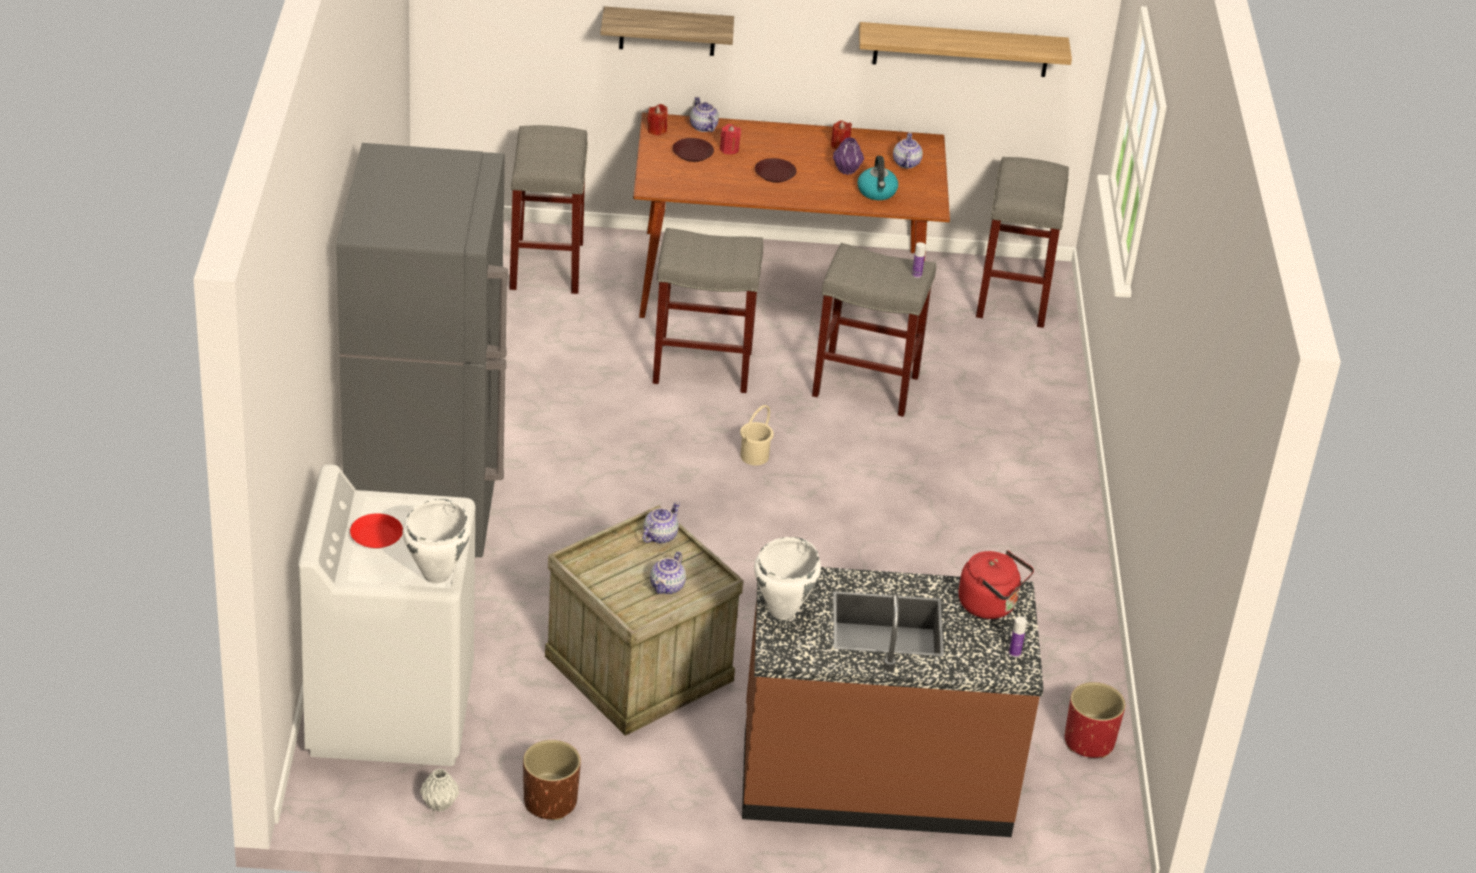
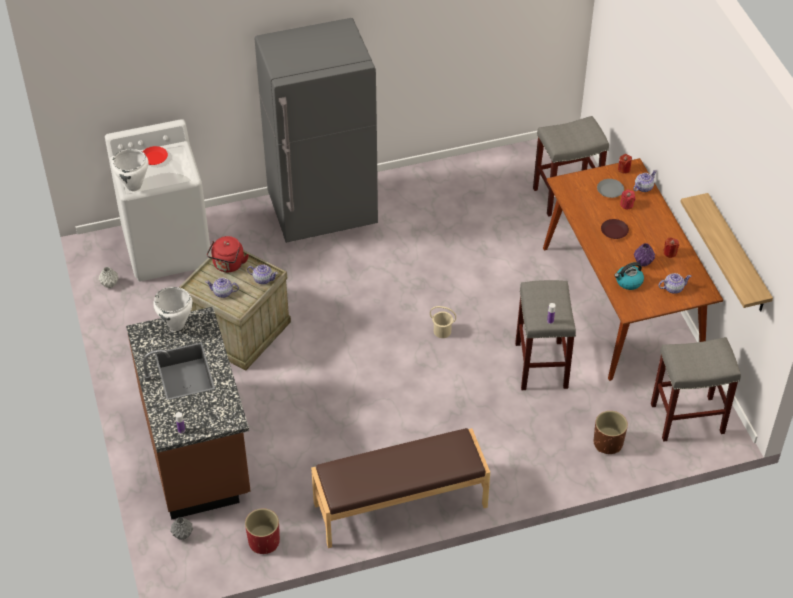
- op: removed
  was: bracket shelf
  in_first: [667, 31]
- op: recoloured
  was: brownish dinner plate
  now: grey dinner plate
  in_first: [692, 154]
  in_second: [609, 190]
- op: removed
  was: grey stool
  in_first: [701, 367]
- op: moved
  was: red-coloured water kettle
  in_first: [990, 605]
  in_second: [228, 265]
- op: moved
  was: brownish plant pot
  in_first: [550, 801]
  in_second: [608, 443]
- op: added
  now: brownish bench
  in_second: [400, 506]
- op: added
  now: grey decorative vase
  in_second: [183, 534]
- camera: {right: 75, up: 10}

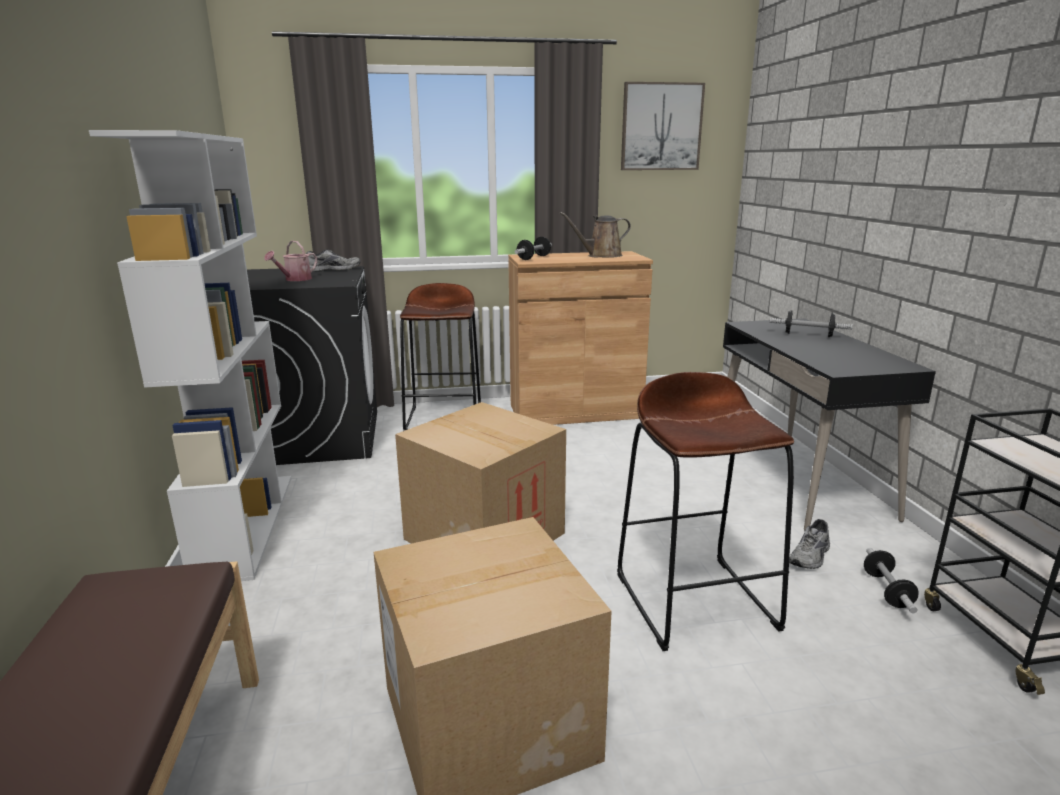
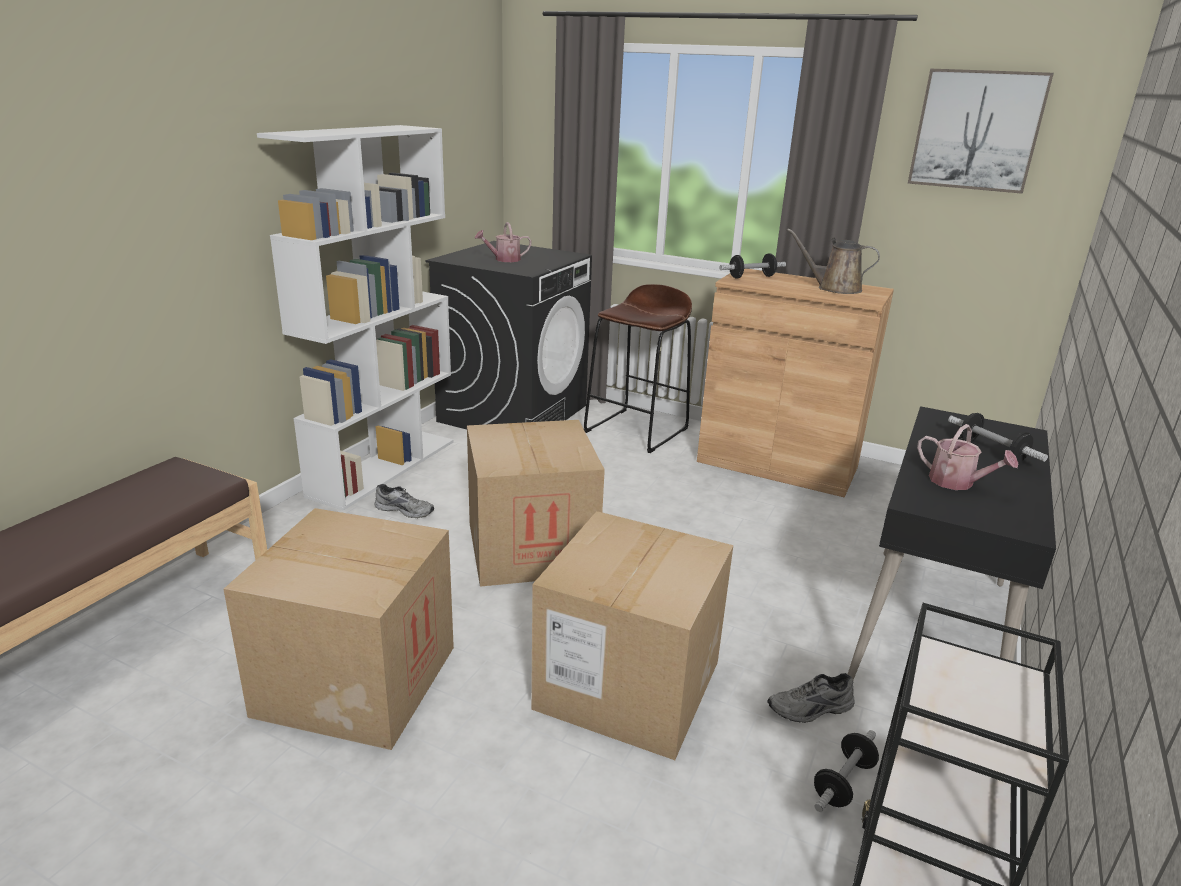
- op: moved
  was: grey low shoe
  in_first: [333, 269]
  in_second: [405, 509]
- op: replaced
  was: brownish stool
  now: packing box
  in_first: [695, 600]
  in_second: [628, 685]
- op: added
  now: watering can
  in_second: [957, 483]
- camera: {right: 35, up: 5}

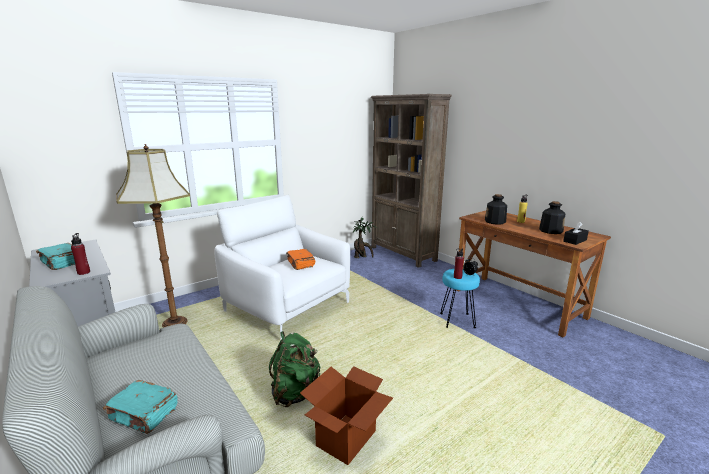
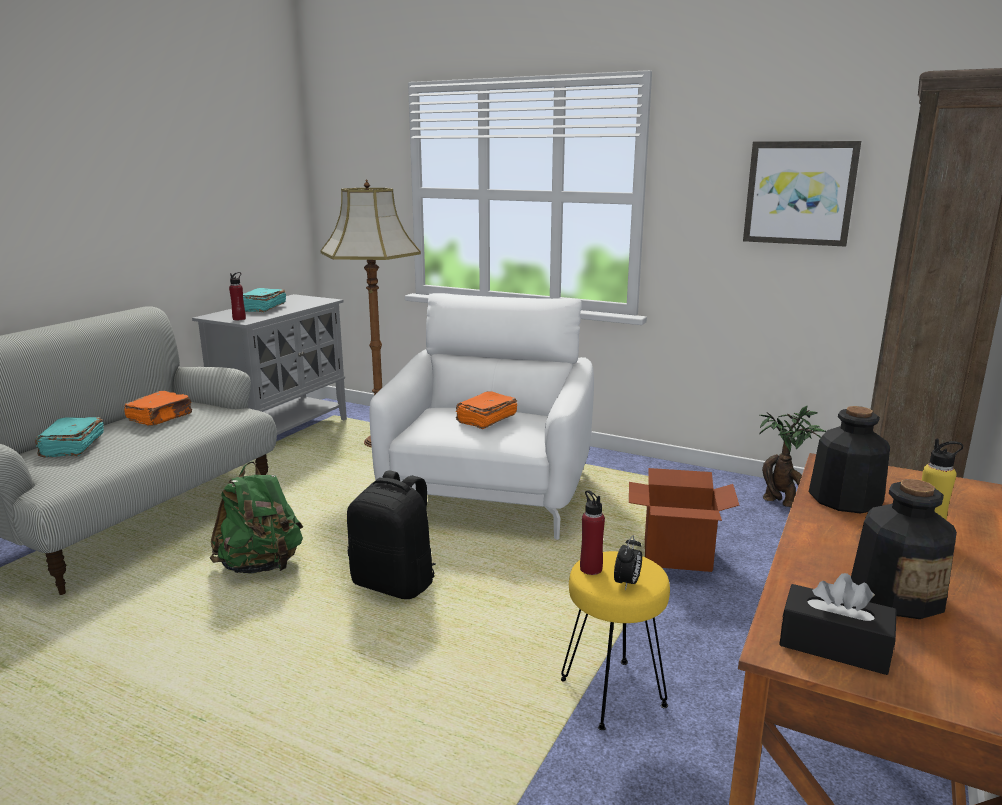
- op: recoloured
  was: turquoise stool
  now: yellowish stool
  in_first: [456, 320]
  in_second: [612, 692]
- op: moved
  was: packing box
  in_first: [346, 439]
  in_second: [676, 556]
- op: added
  now: picture
  in_second: [799, 193]
- op: added
  now: orange-coloured book
  in_second: [161, 418]
- op: added
  now: black rucksack
  in_second: [395, 583]
- camera: {right: 65, up: 0}

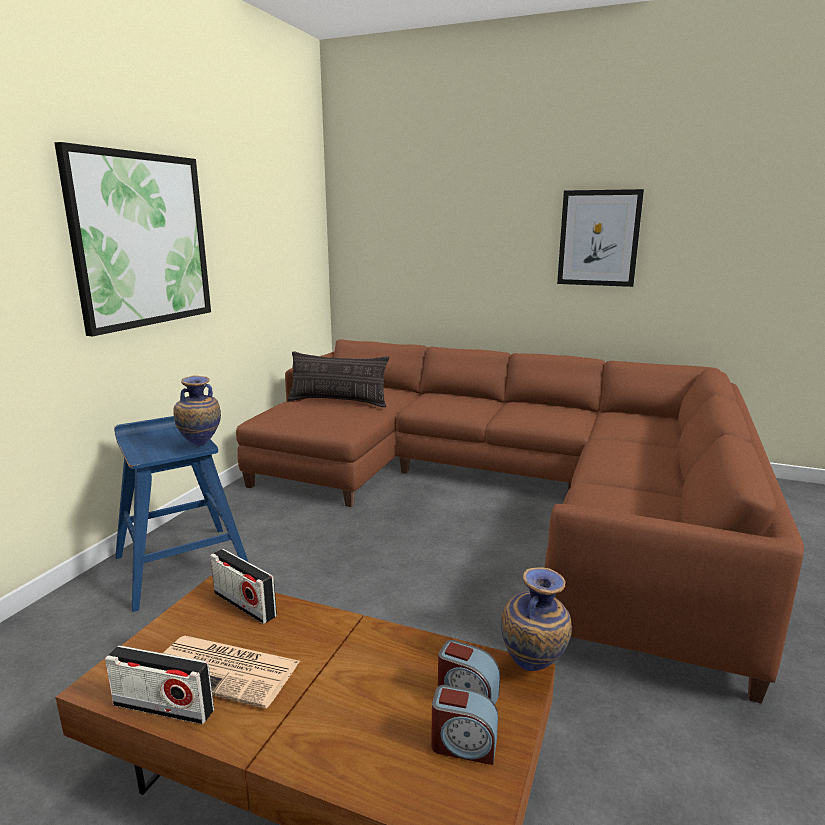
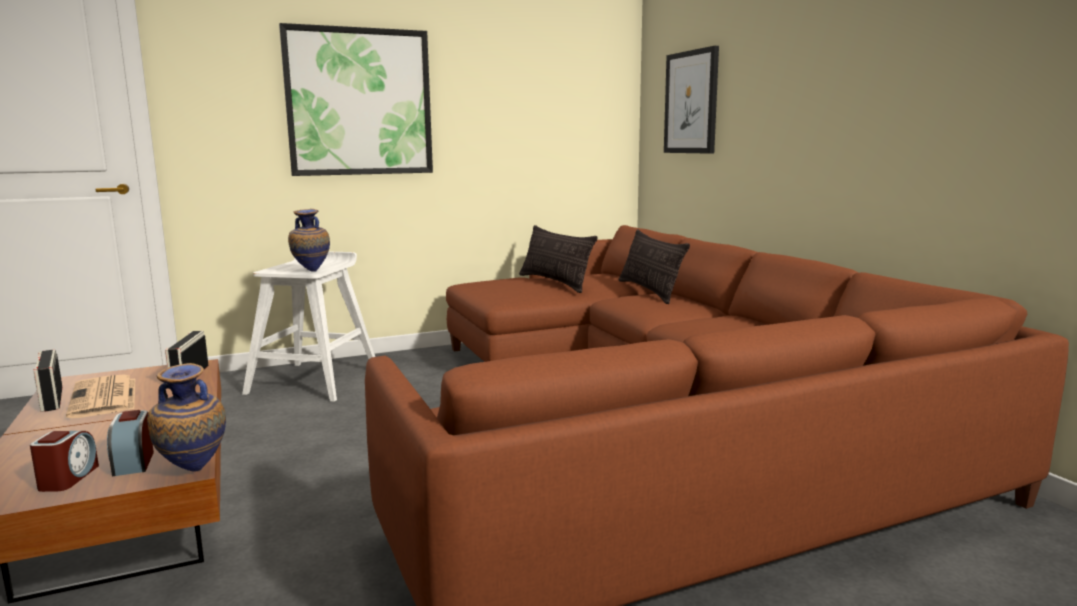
- op: moved
  was: picture
  in_first: [599, 238]
  in_second: [691, 102]
- op: recoloured
  was: bluish stool
  now: white stool
  in_first: [182, 565]
  in_second: [315, 381]
- op: turned
  was: bedside clock
  in_first: [463, 745]
  in_second: [68, 478]
  clockwise: -150
- op: added
  now: pillow
  in_second: [649, 291]
- camera: {right: 45, up: -5}

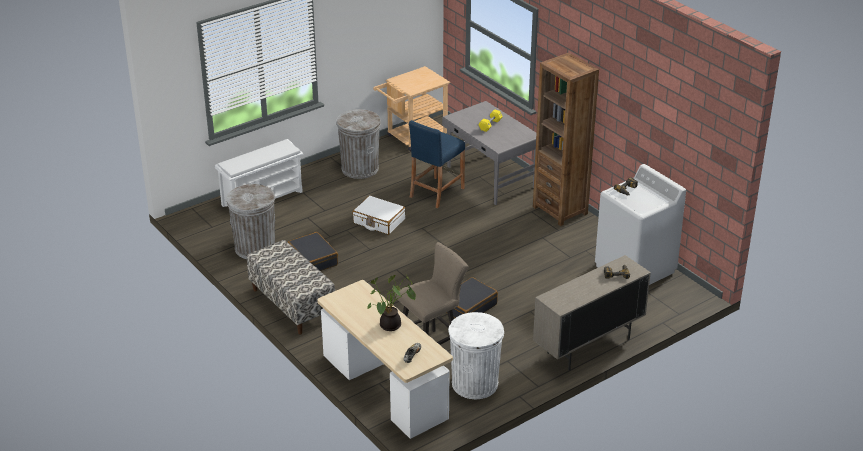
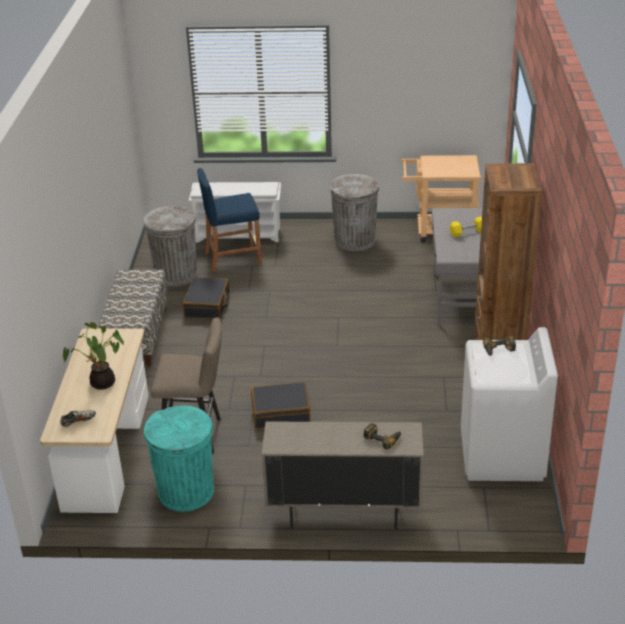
- op: moved
  was: bluish stool
  in_first: [436, 192]
  in_second: [232, 258]
- op: removed
  was: white piece of luggage
  in_first: [379, 221]
- op: recoloured
  was: white waste bin
  now: turquoise waste bin
  in_first: [475, 384]
  in_second: [186, 491]
- camera: {right: 40, up: 0}

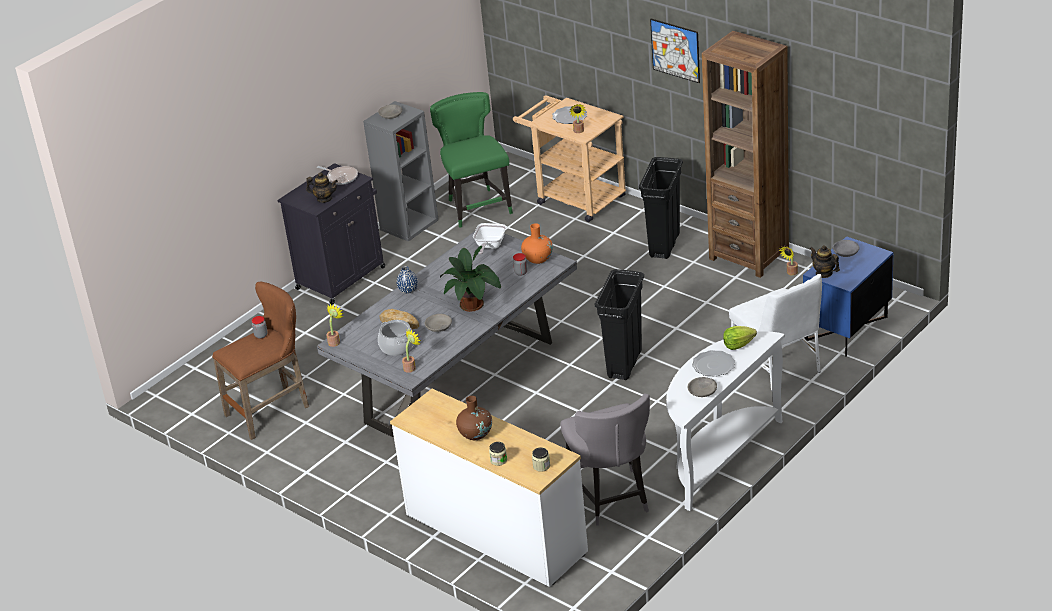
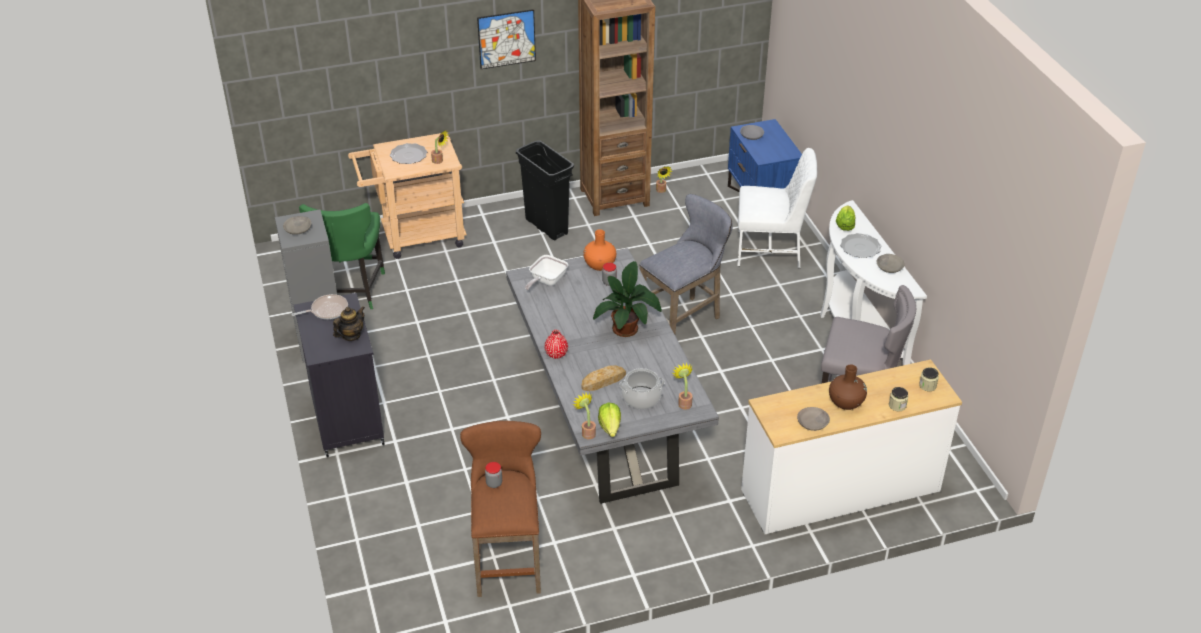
- op: turned
  was: greenish plain chair
  in_first: [477, 207]
  in_second: [351, 292]
  clockwise: -105
- op: turned
  was: frying pan
  in_first: [489, 246]
  in_second: [546, 281]
  clockwise: 75
- op: removed
  was: pot for tea
  in_first: [824, 273]
- op: recoloured
  was: bluish decorative vase
  now: red-coloured decorative vase
  in_first: [408, 290]
  in_second: [556, 354]
- op: replaced
  was: black waste bin
  now: grey stool
  in_first: [624, 364]
  in_second: [684, 319]
- op: moved
  was: grey bowl
  in_first: [439, 327]
  in_second: [813, 423]
- op: added
  now: lettuce head
  in_second: [610, 427]
- camera: {right: -60, up: 5}

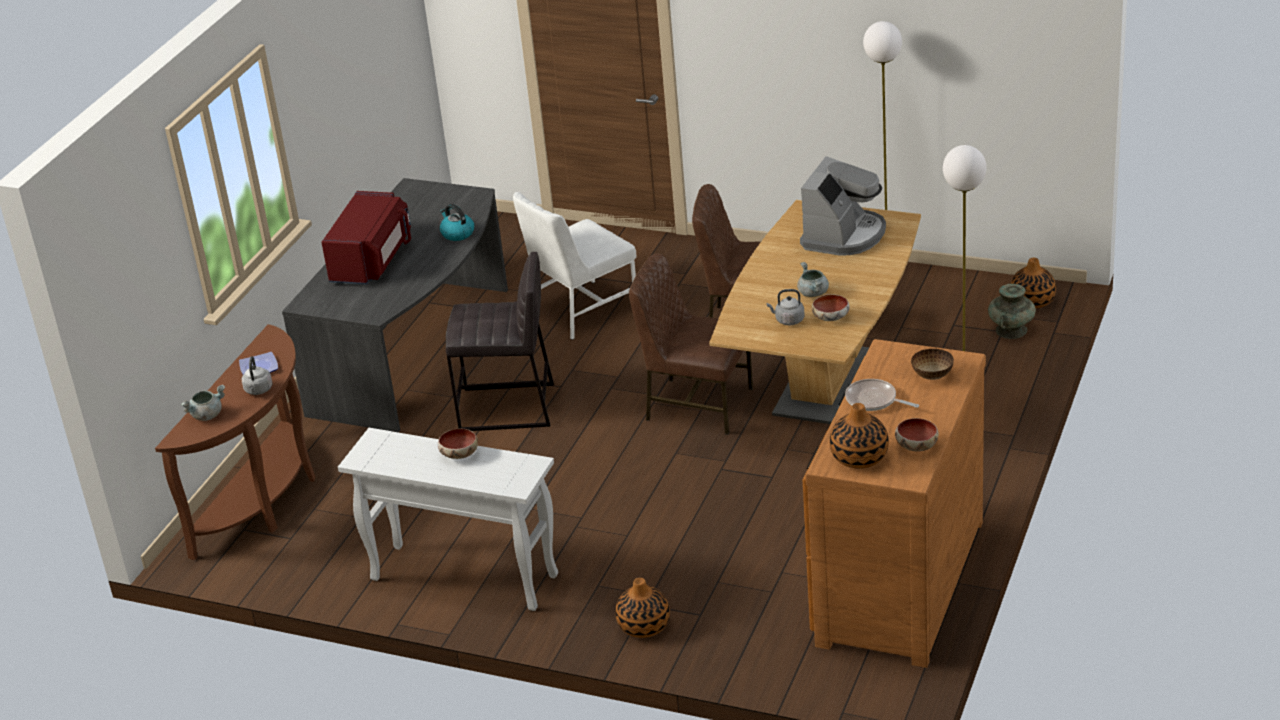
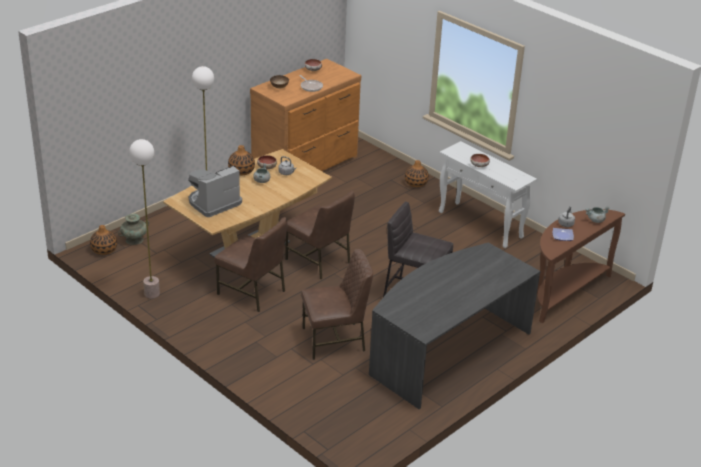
- op: removed
  was: red-coloured microwave
  in_first: [373, 260]
- op: recoloured
  was: white plain chair
  now: brownish plain chair
  in_first: [582, 311]
  in_second: [335, 340]
- op: removed
  was: water kettle
  in_first: [457, 233]
- op: moved
  was: decorative vase
  in_first: [859, 457]
  in_second: [241, 171]
- camera: {right: -160, up: 0}

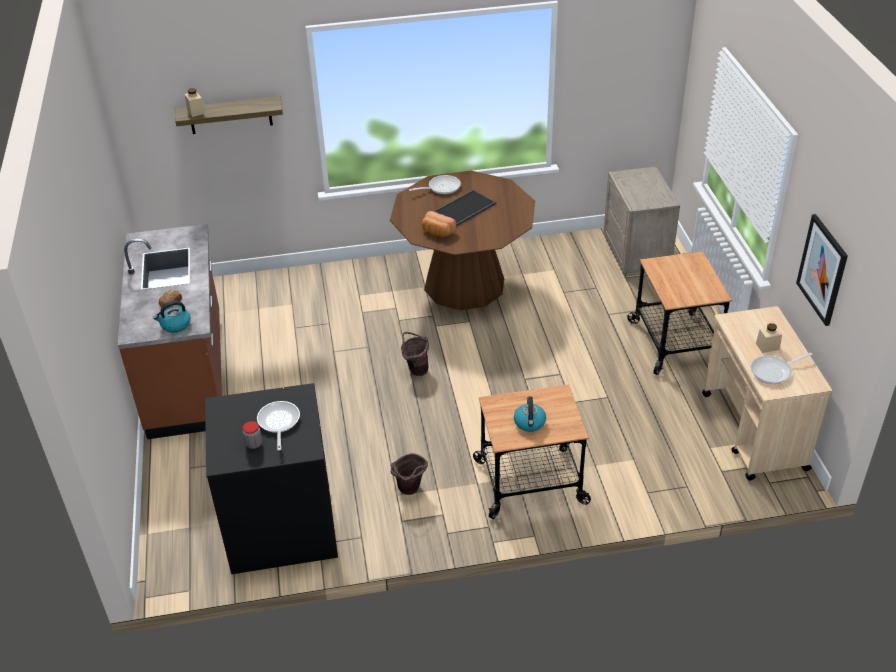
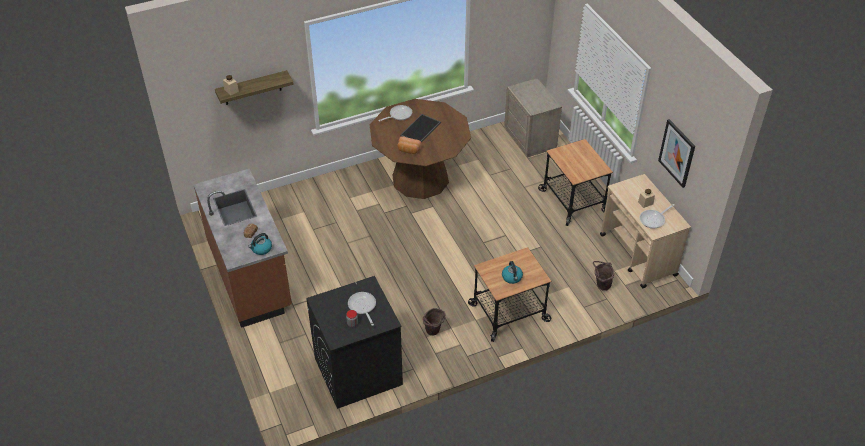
- op: moved
  was: brownish pail
  in_first: [416, 369]
  in_second: [601, 285]
- camera: {right: -15, up: 5}

